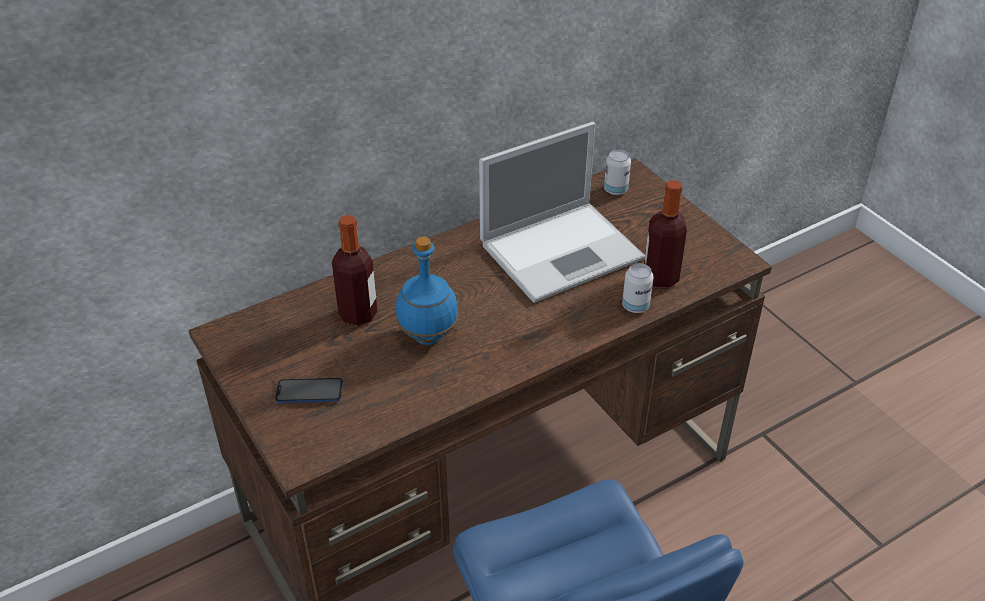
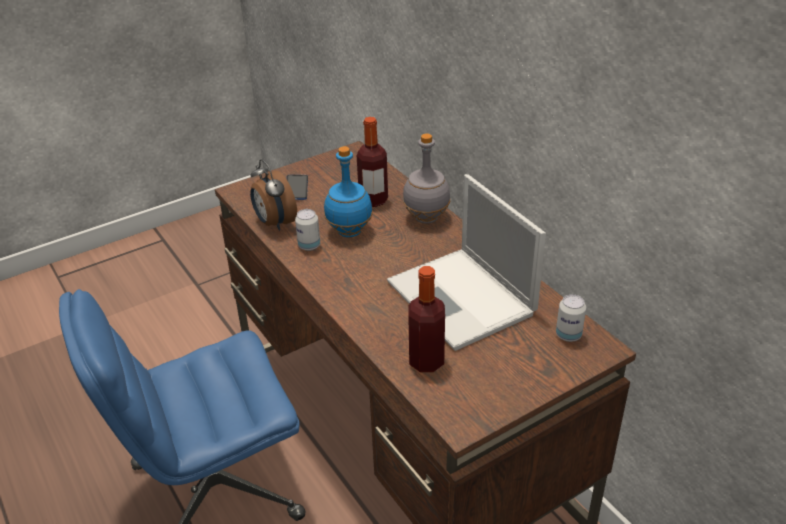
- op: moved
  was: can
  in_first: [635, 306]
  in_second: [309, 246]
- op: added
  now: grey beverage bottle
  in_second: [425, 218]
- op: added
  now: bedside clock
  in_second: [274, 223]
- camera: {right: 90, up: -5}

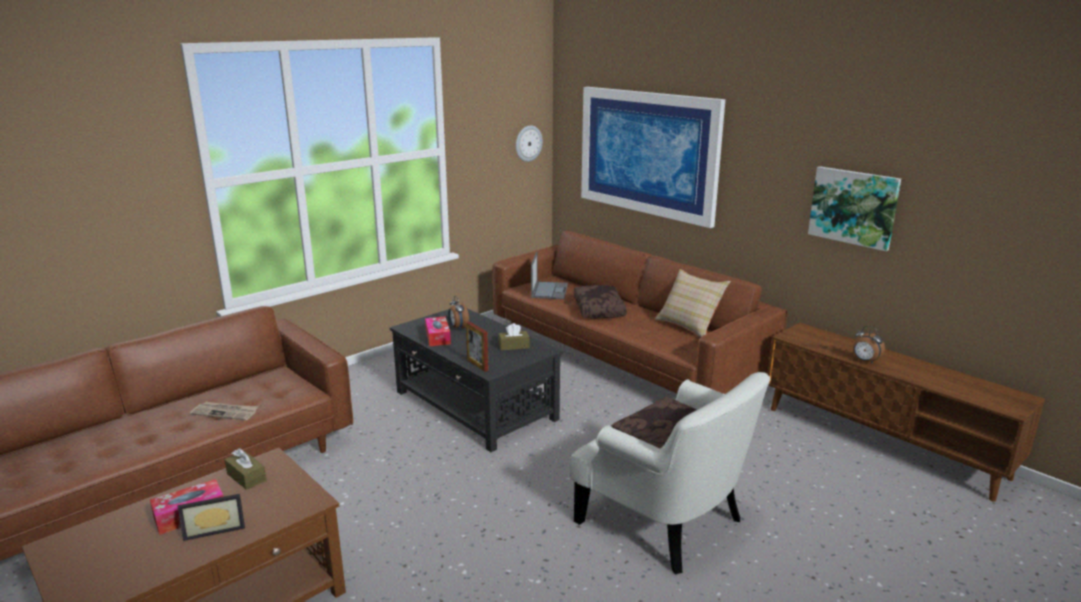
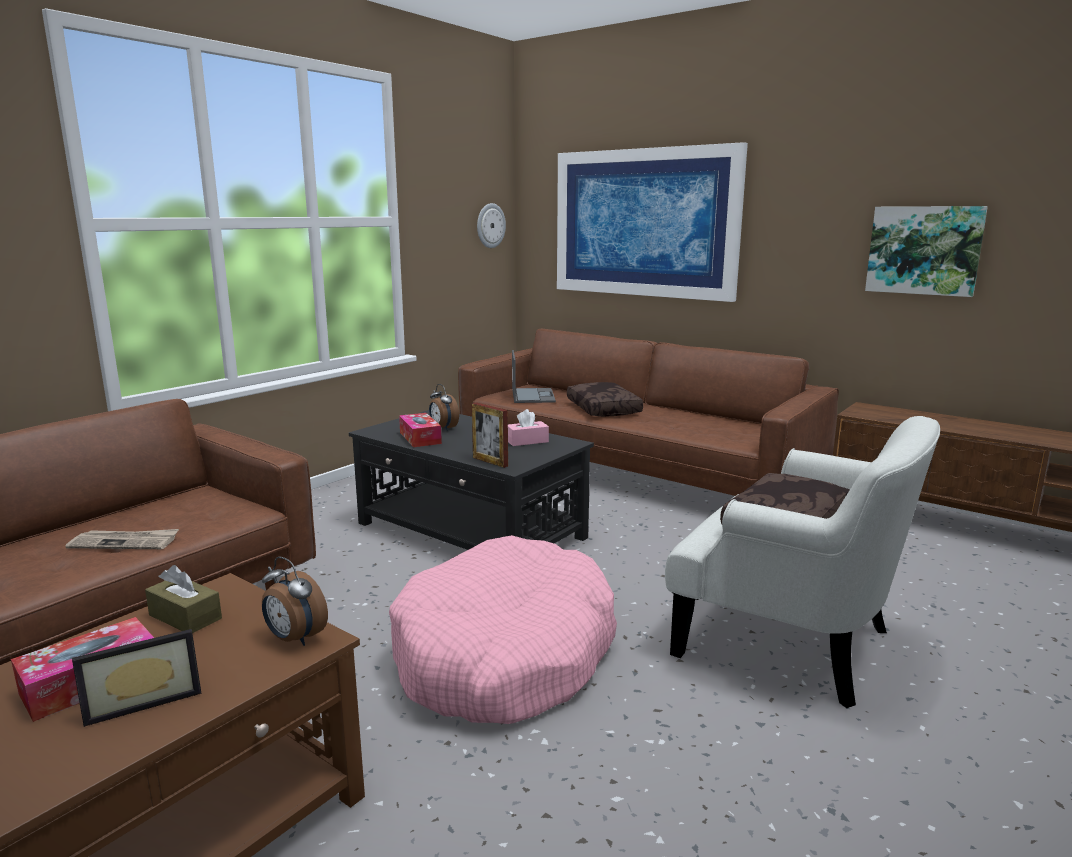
- op: removed
  was: beige-coloured pillow
  in_first: [689, 326]
- op: recoloured
  was: brownish tissue box
  now: pink-coloured tissue box
  in_first: [514, 346]
  in_second: [527, 441]
- op: moved
  was: bedside clock
  in_first: [865, 361]
  in_second: [294, 639]
- op: added
  now: pink-coloured dog cushion
  in_second: [504, 654]
- camera: {right: -10, up: -5}

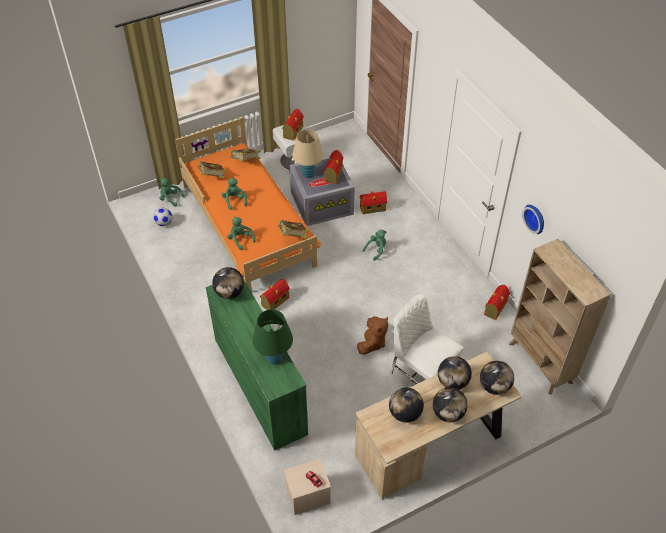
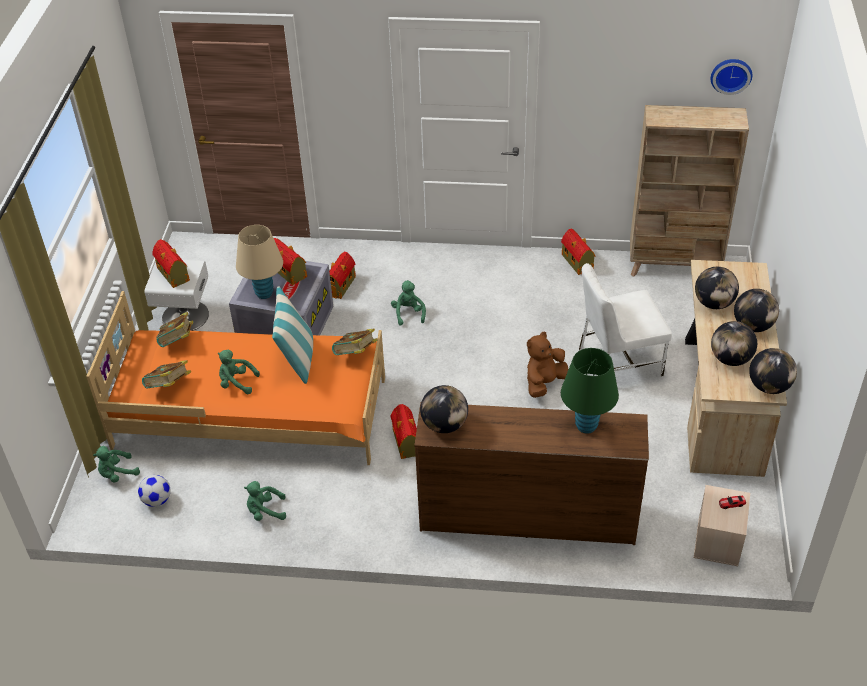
- op: moved
  was: hanging clock
  in_first: [535, 218]
  in_second: [731, 74]
- op: moved
  was: greenish soft toy
  in_first: [240, 239]
  in_second: [265, 511]
- op: recoloured
  was: greenish drawer chest
  now: brownish drawer chest
  in_first: [260, 385]
  in_second: [527, 516]
- op: turned
  was: brownish soft toy
  in_first: [372, 343]
  in_second: [544, 383]
  clockwise: -105
- op: moved
  was: globe
  in_first: [494, 386]
  in_second: [769, 386]
- op: added
  now: pillow
  in_second: [297, 359]
- camera: {right: -55, up: -5}

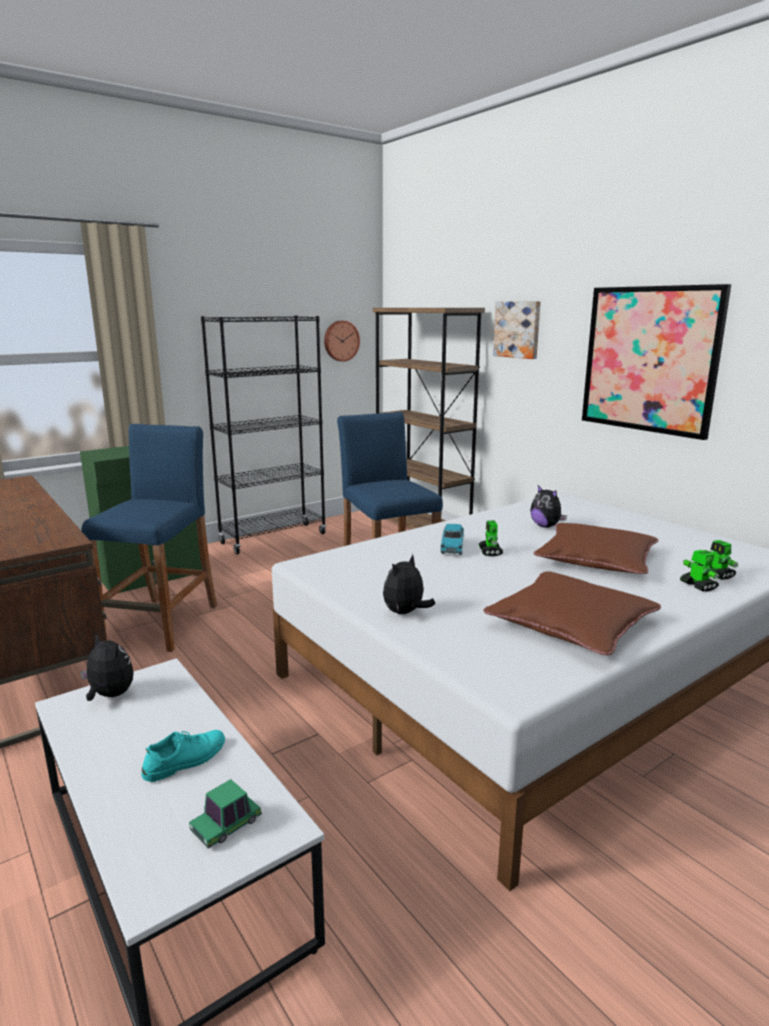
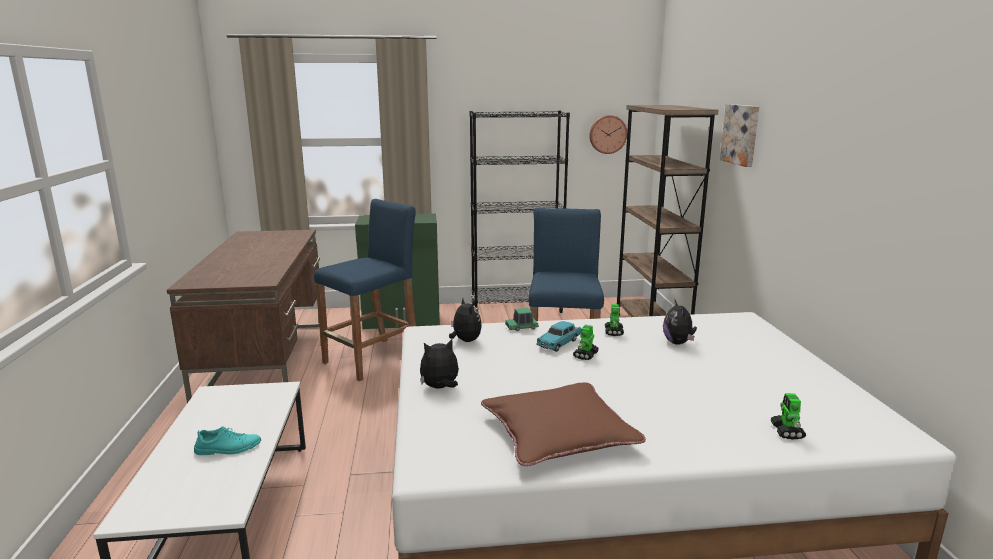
- op: removed
  was: picture
  in_first: [650, 359]
- op: removed
  was: brownish pillow
  in_first: [596, 558]
- op: moved
  was: toy robot
  in_first: [697, 586]
  in_second: [613, 332]
- op: moved
  was: soft toy
  in_first: [110, 695]
  in_second: [465, 341]
- op: moved
  was: miniature car
  in_first: [226, 825]
  in_second: [521, 327]
- camera: {right: 30, up: 0}

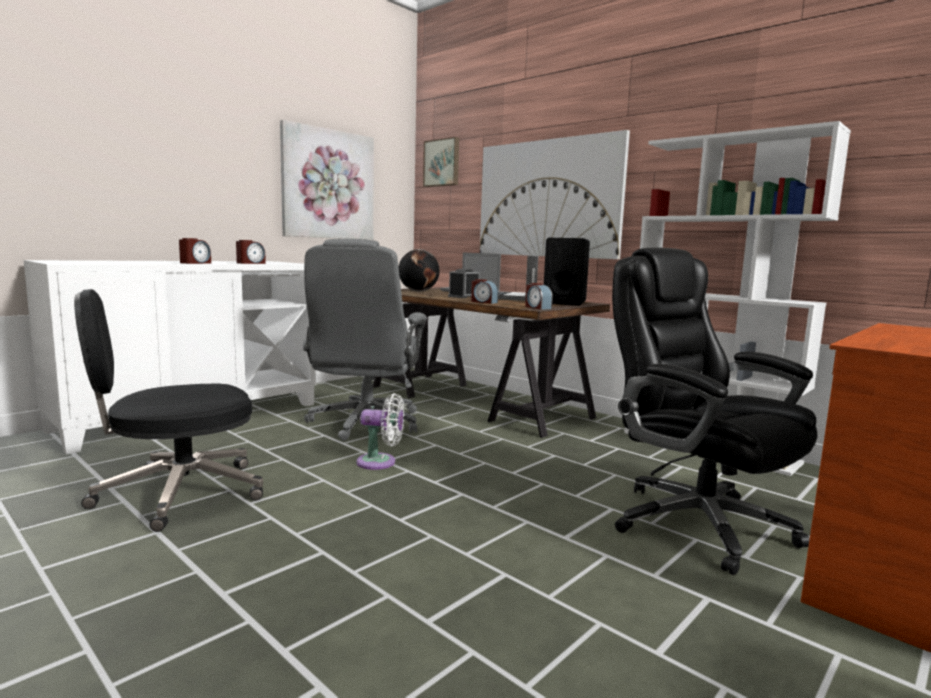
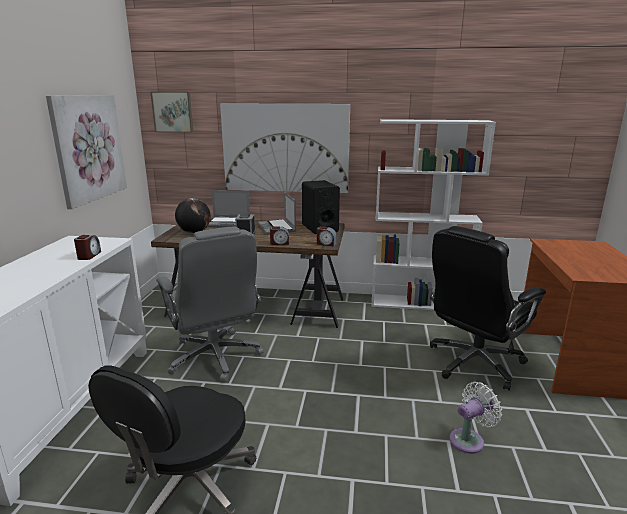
- op: removed
  was: bedside clock
  in_first: [195, 263]
- op: turned
  was: black office chair
  in_first: [696, 523]
  in_second: [474, 363]
  clockwise: -60
- op: moved
  was: white cooling fan
  in_first: [380, 462]
  in_second: [469, 439]
- camera: {right: -35, up: 10}

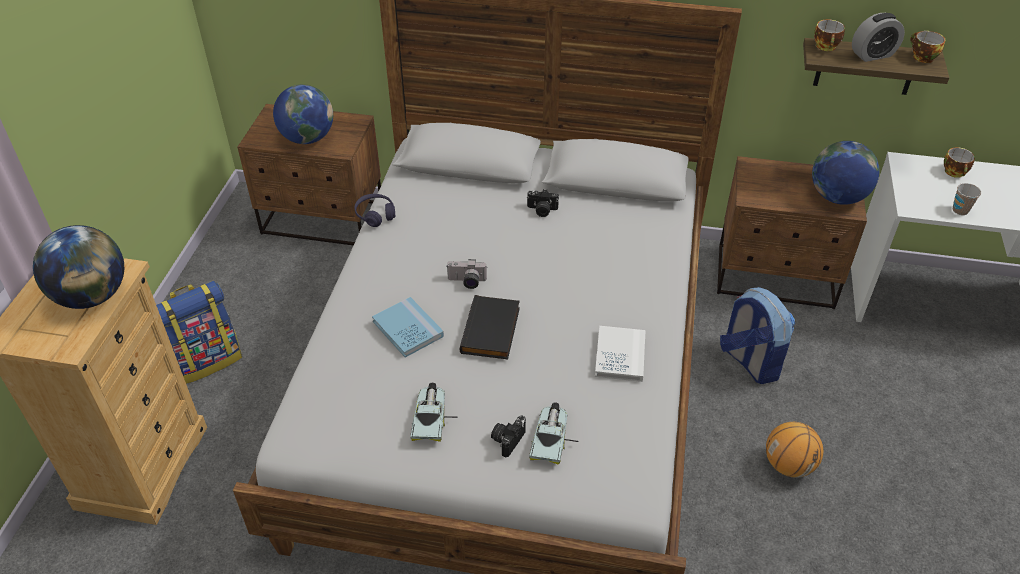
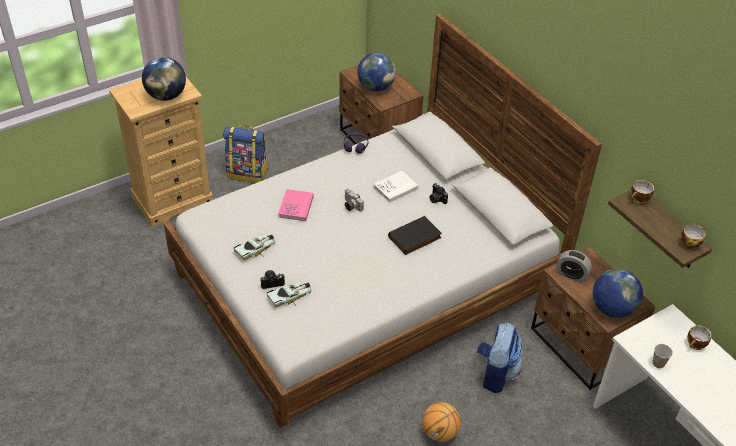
- op: moved
  was: bedside clock
  in_first: [872, 55]
  in_second: [571, 275]
- op: moved
  was: black book
  in_first: [492, 331]
  in_second: [415, 238]
- op: recoloured
  was: bluish book
  now: pink-coloured book
  in_first: [408, 329]
  in_second: [296, 206]
- op: moved
  was: white book
  in_first: [620, 355]
  in_second: [395, 188]
- camera: {right: 45, up: 0}

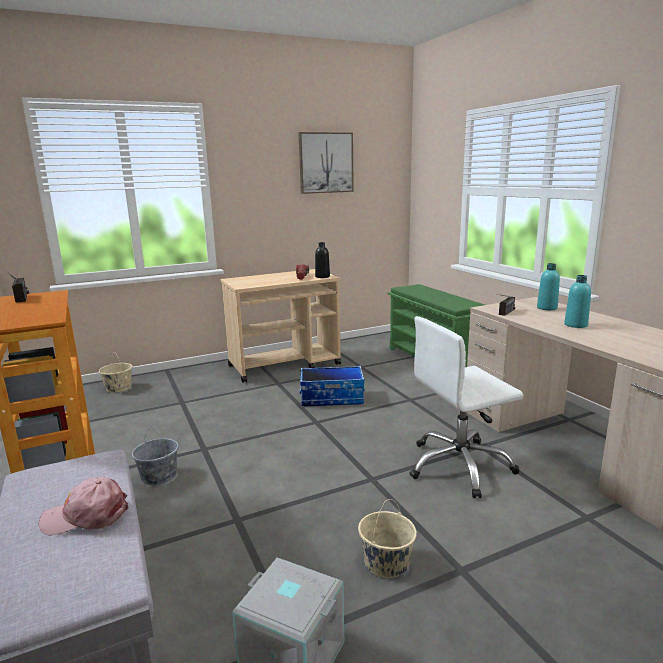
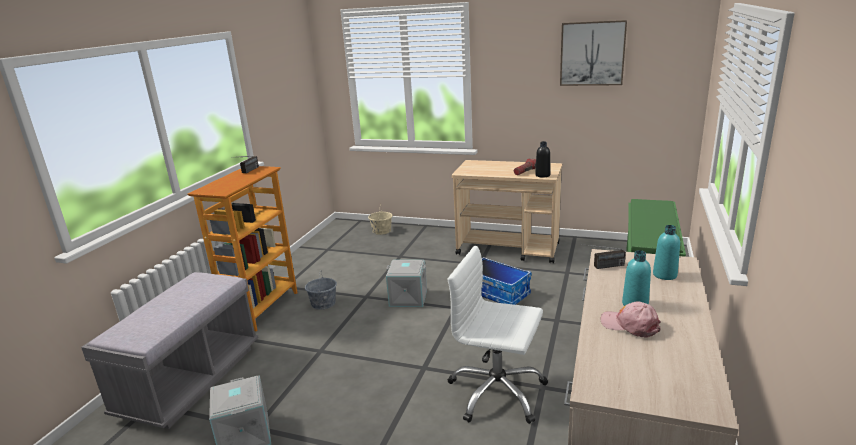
- op: moved
  was: pink-coloured peaked cap
  in_first: [86, 516]
  in_second: [630, 325]
- op: removed
  was: beige-coloured pail
  in_first: [386, 562]
- op: added
  now: grey storage container
  in_second: [408, 298]
- camera: {right: 45, up: 5}

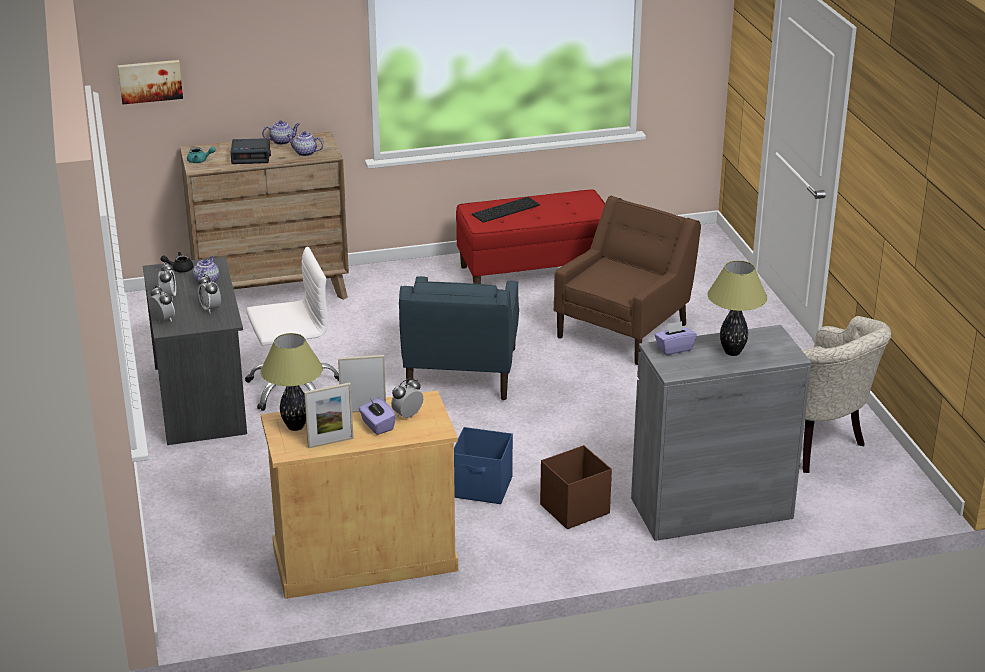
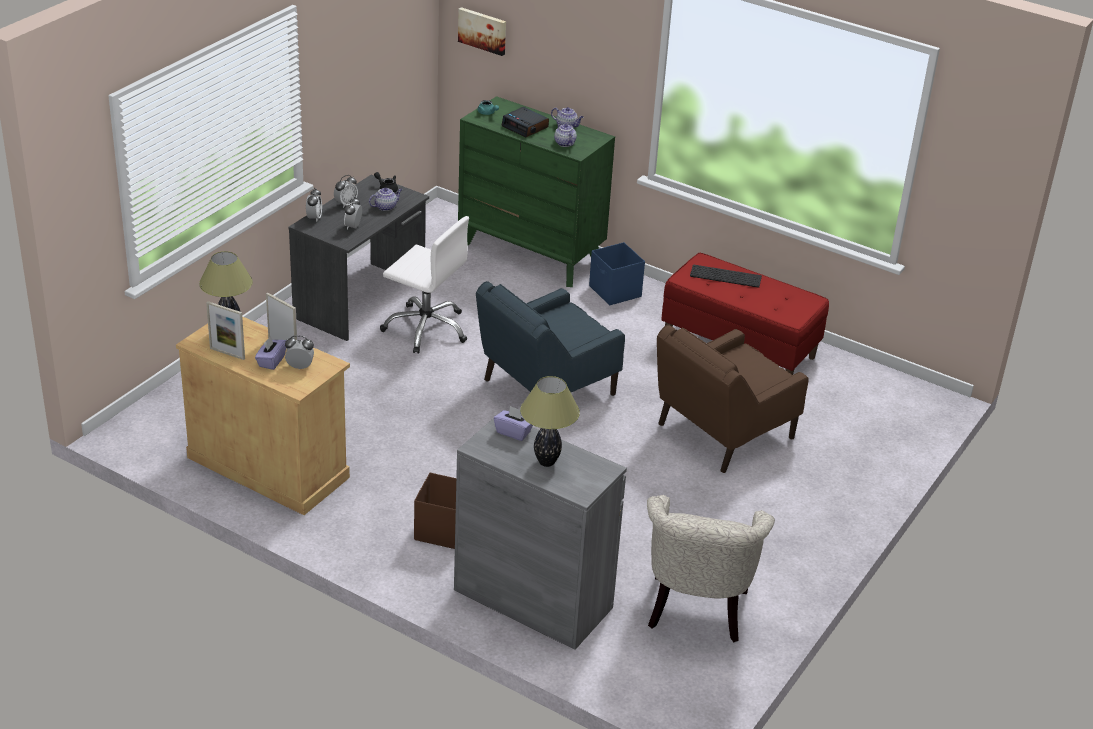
- op: recoloured
  was: brownish drawer chest
  now: greenish drawer chest
  in_first: [271, 292]
  in_second: [531, 253]
- op: turned
  was: brownish easy chair
  in_first: [624, 330]
  in_second: [722, 433]
  clockwise: 150
- op: moved
  was: bluish storage container
  in_first: [483, 488]
  in_second: [615, 292]
- camera: {right: 45, up: 5}

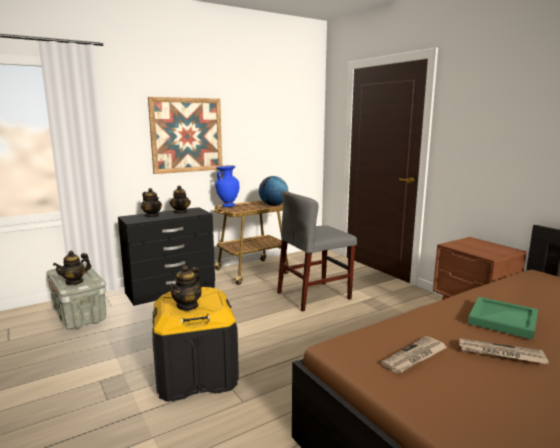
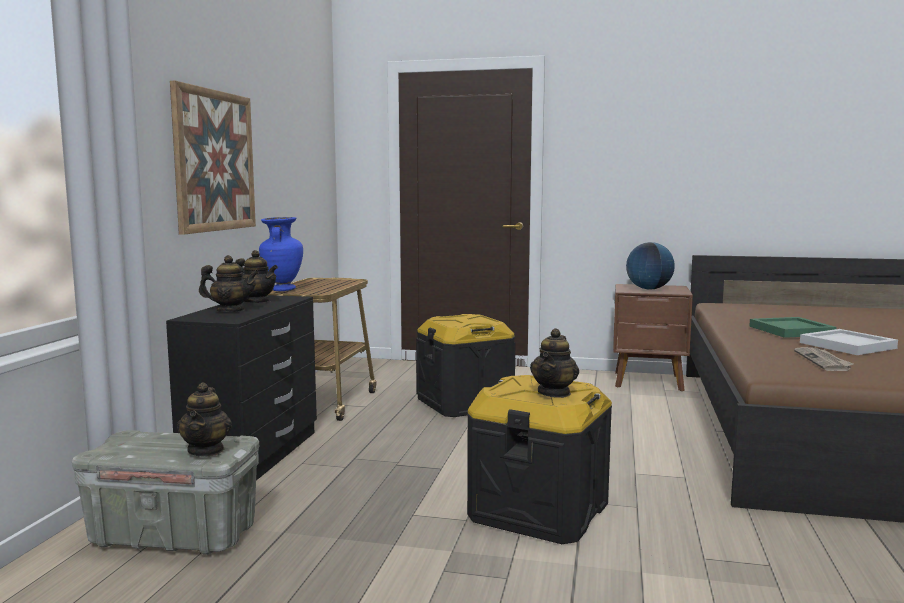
- op: moved
  was: globe
  in_first: [273, 205]
  in_second: [649, 289]
- op: replaced
  was: grey plain chair
  now: black storage container
  in_first: [314, 296]
  in_second: [464, 403]
- op: turned
  was: pot for tea
  in_first: [187, 306]
  in_second: [554, 393]
  clockwise: 45
- op: replaced
  was: newspaper
  now: white carrying tray
  in_first: [500, 353]
  in_second: [847, 346]
- camera: {right: -45, up: -5}

